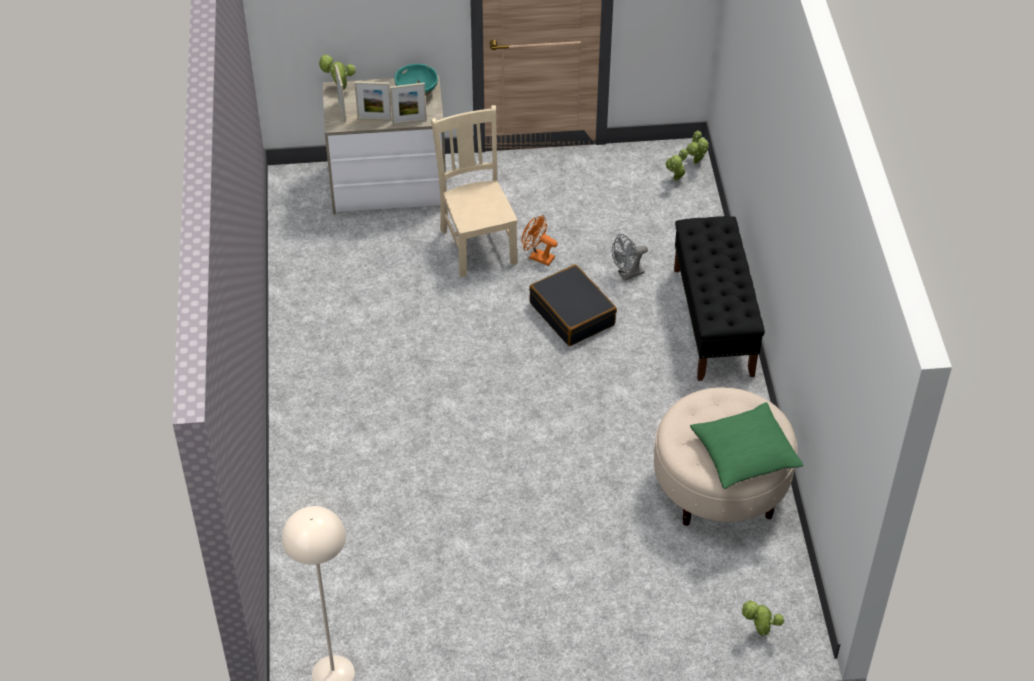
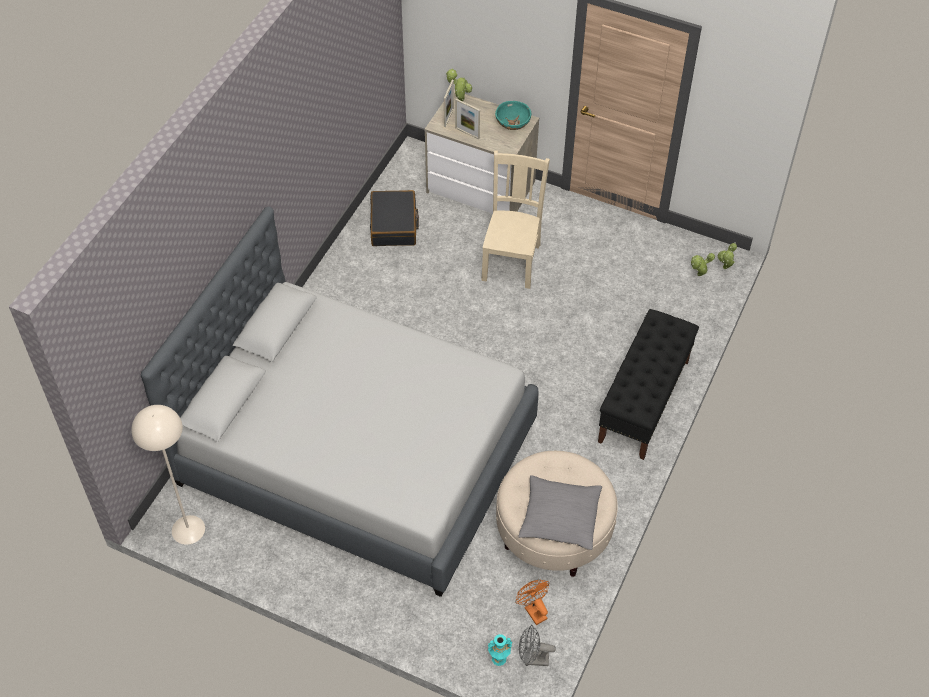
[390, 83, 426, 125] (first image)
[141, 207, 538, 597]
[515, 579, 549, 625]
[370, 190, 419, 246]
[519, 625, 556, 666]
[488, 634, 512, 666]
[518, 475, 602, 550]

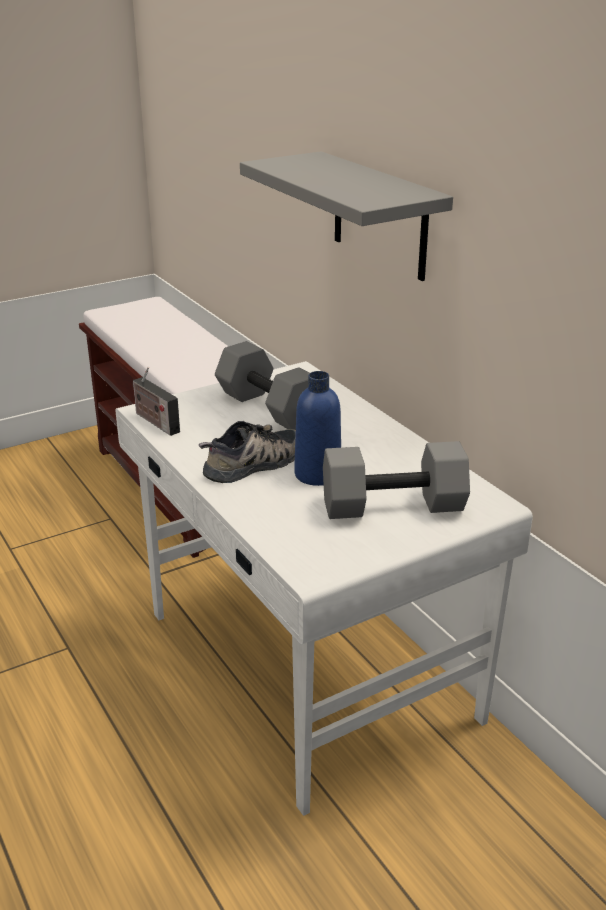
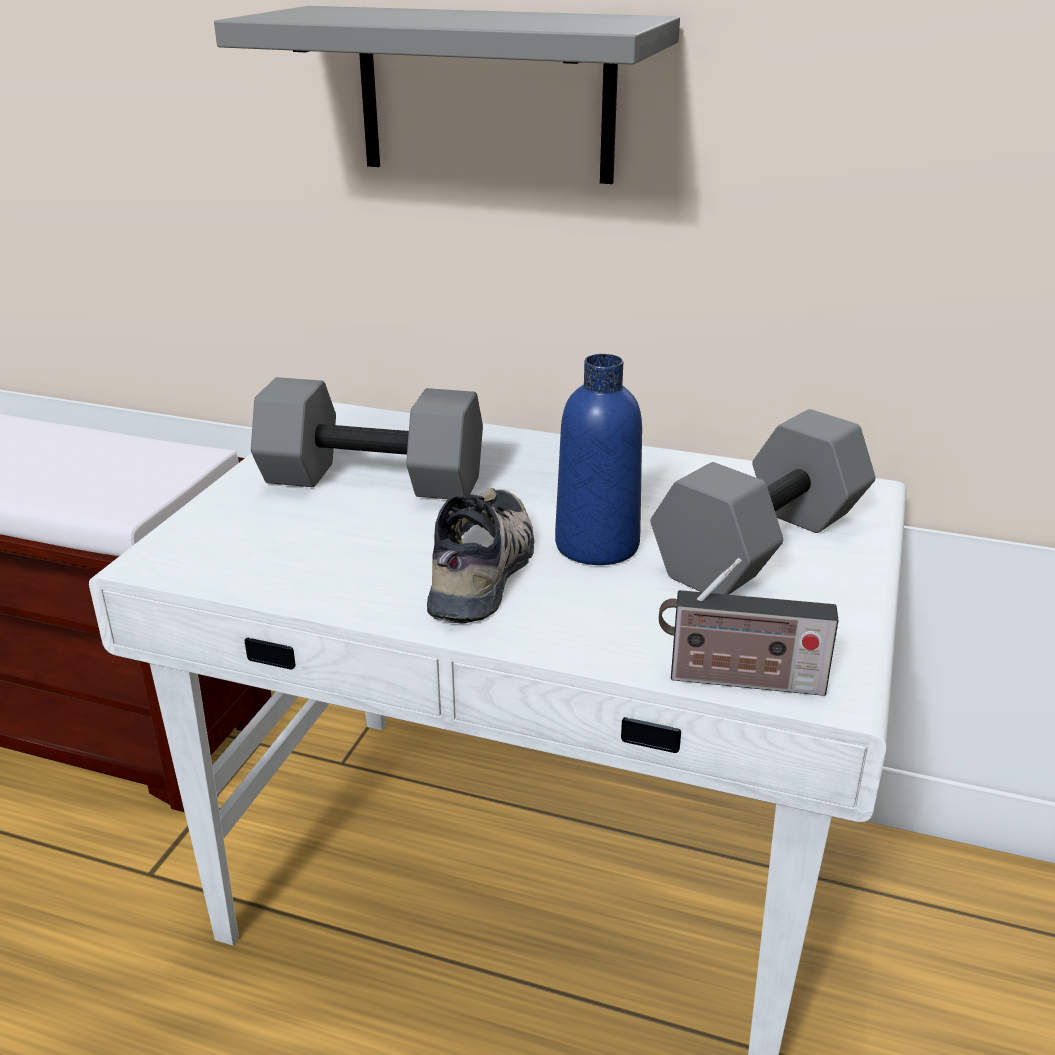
[658, 558, 839, 696]

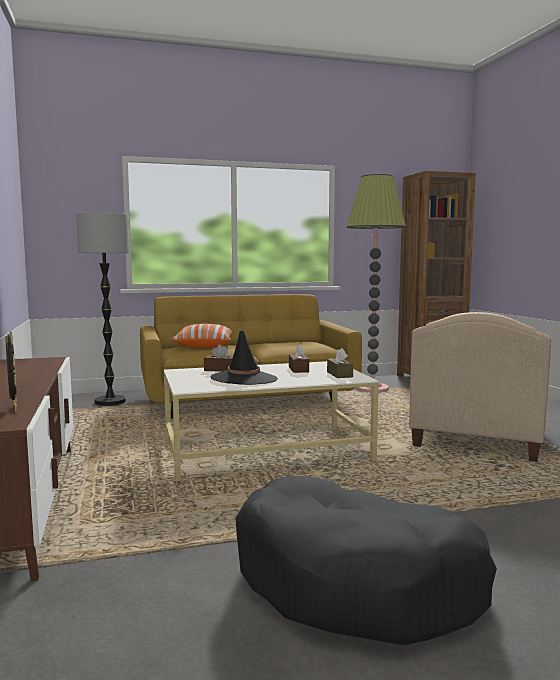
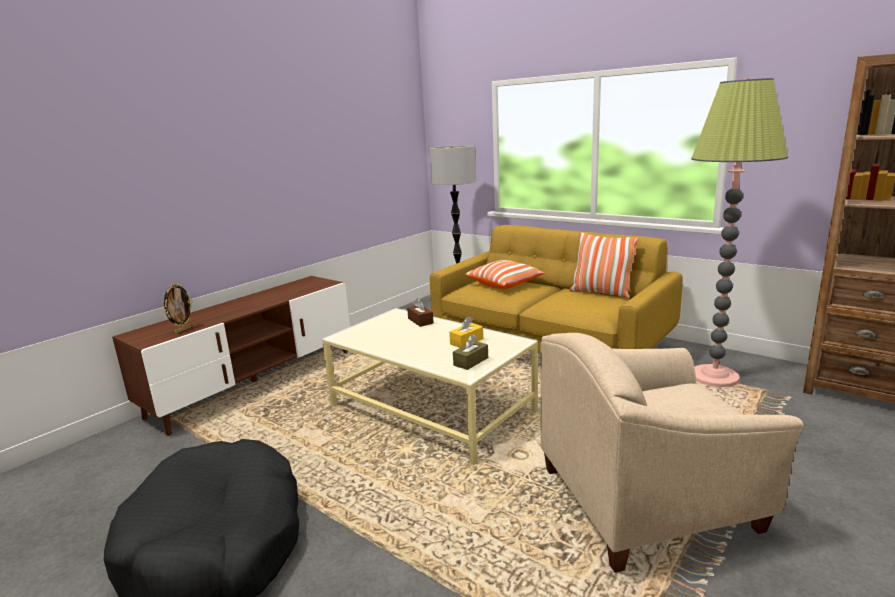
[211, 328, 278, 385] (first image)
[569, 232, 639, 299]
[449, 317, 483, 348]

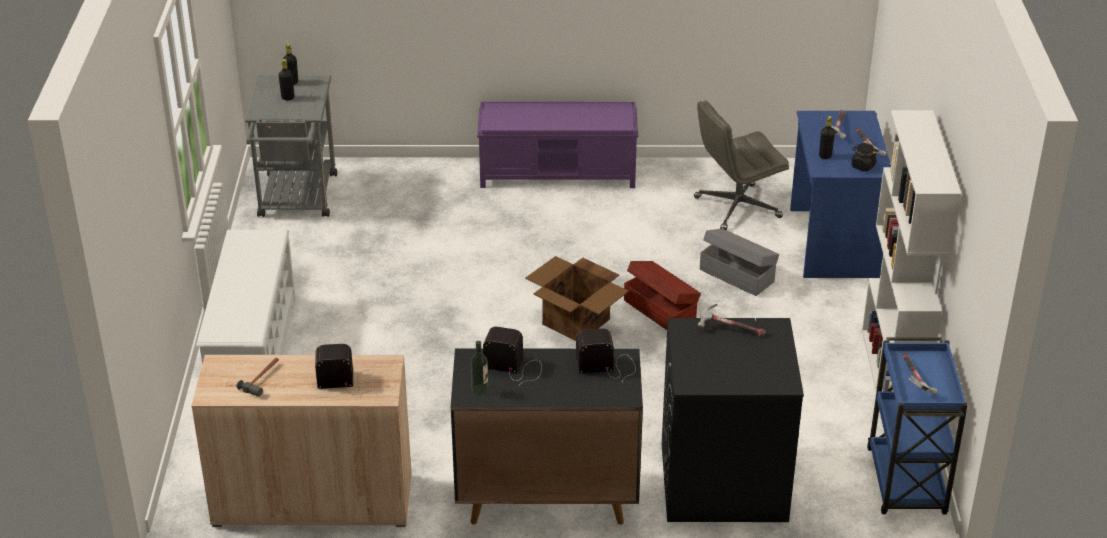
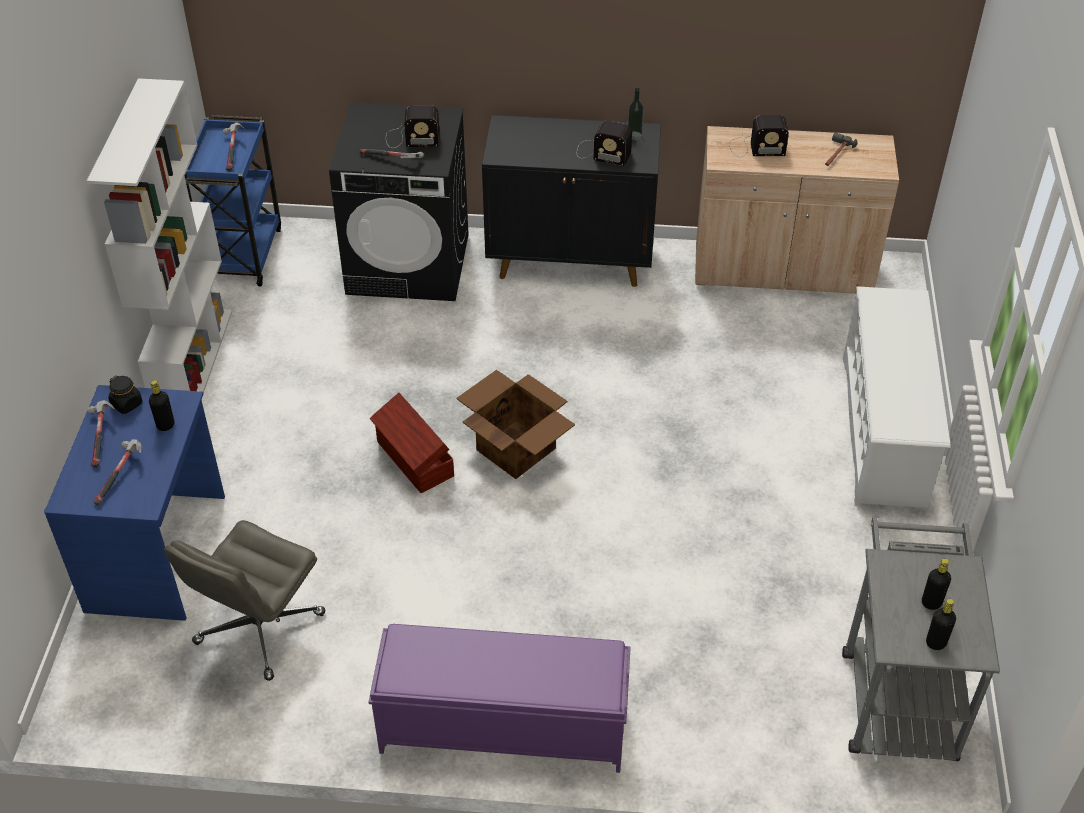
[700, 229, 779, 296] (first image)
[386, 105, 440, 148]
[164, 520, 325, 681]

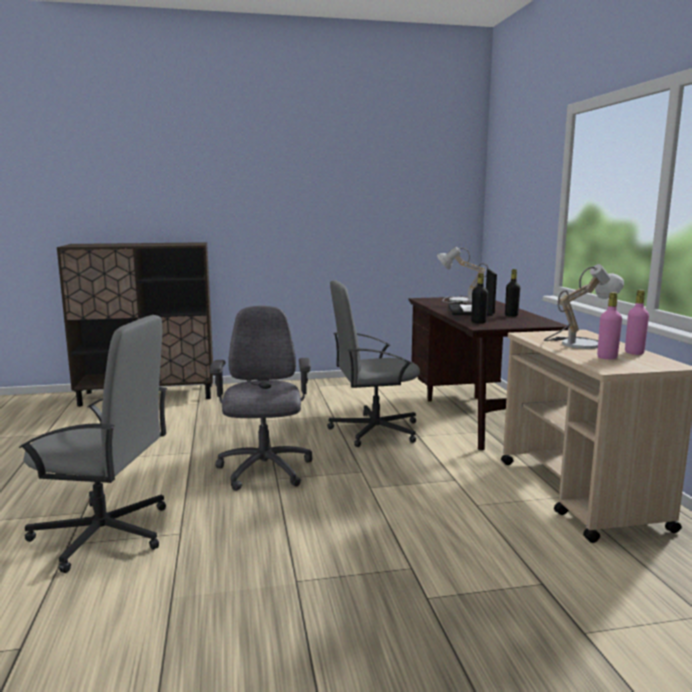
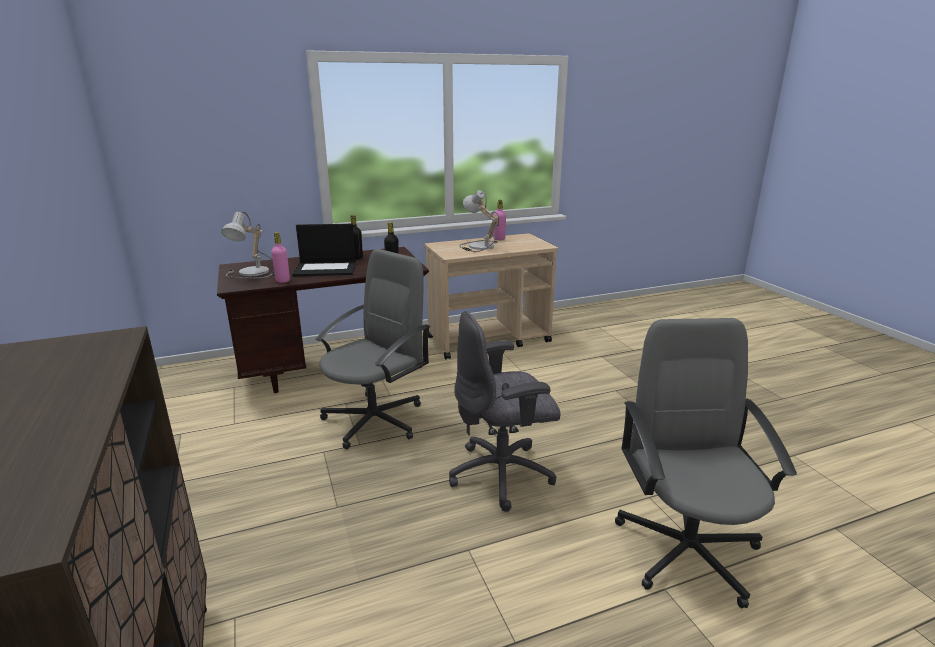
[271, 232, 290, 283]
[316, 249, 430, 449]

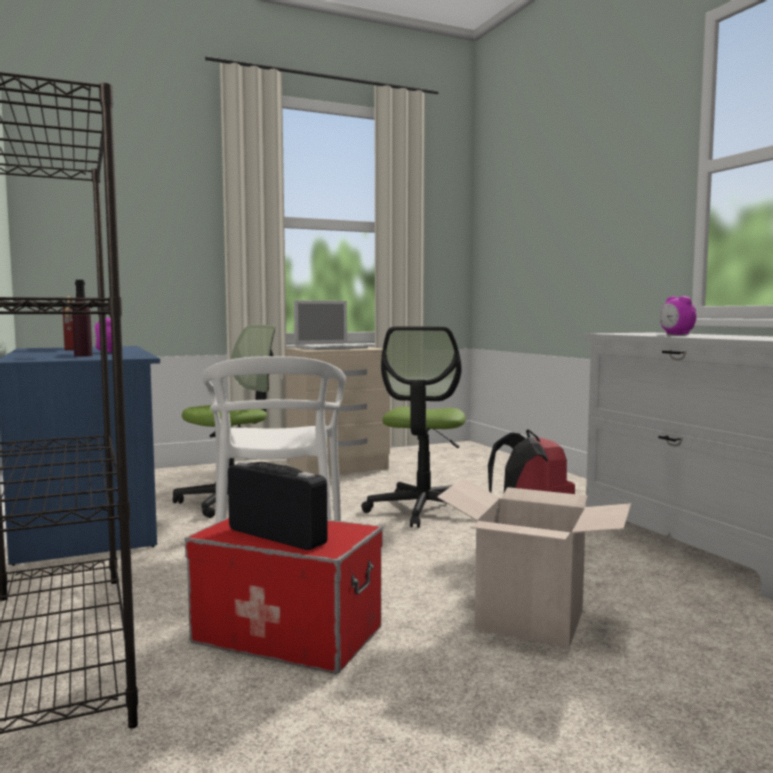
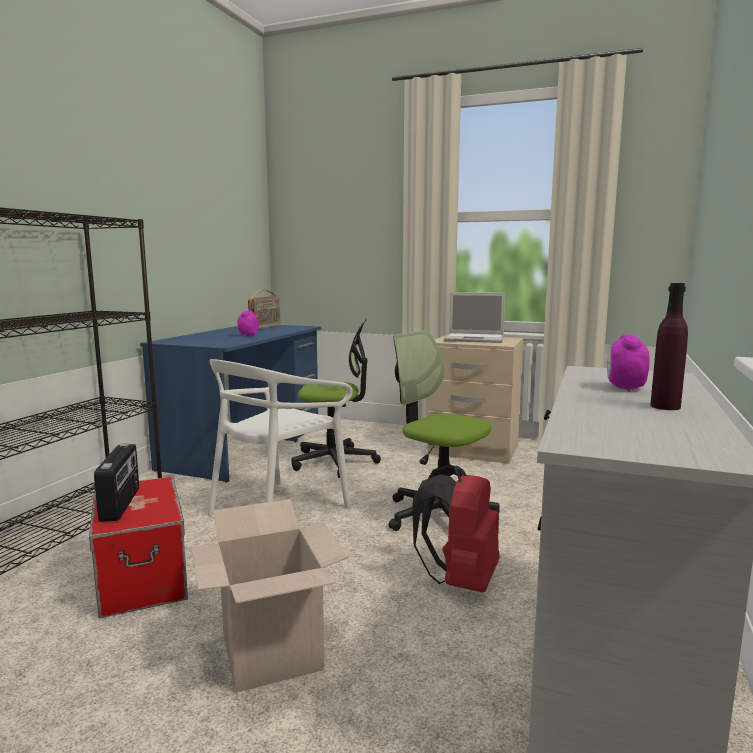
[650, 283, 688, 410]
[388, 331, 500, 531]

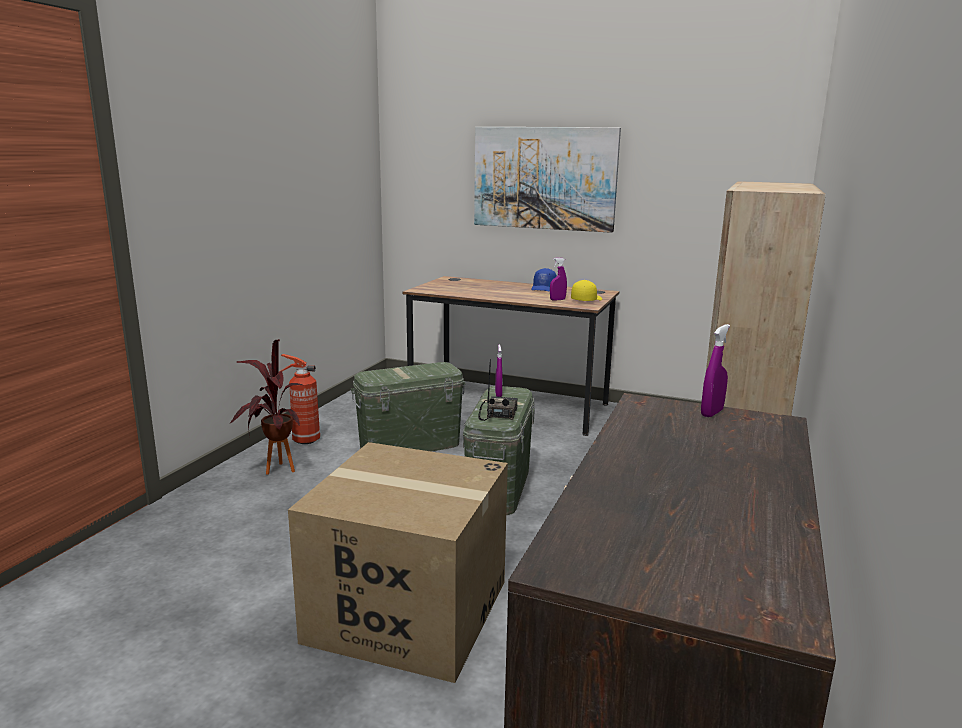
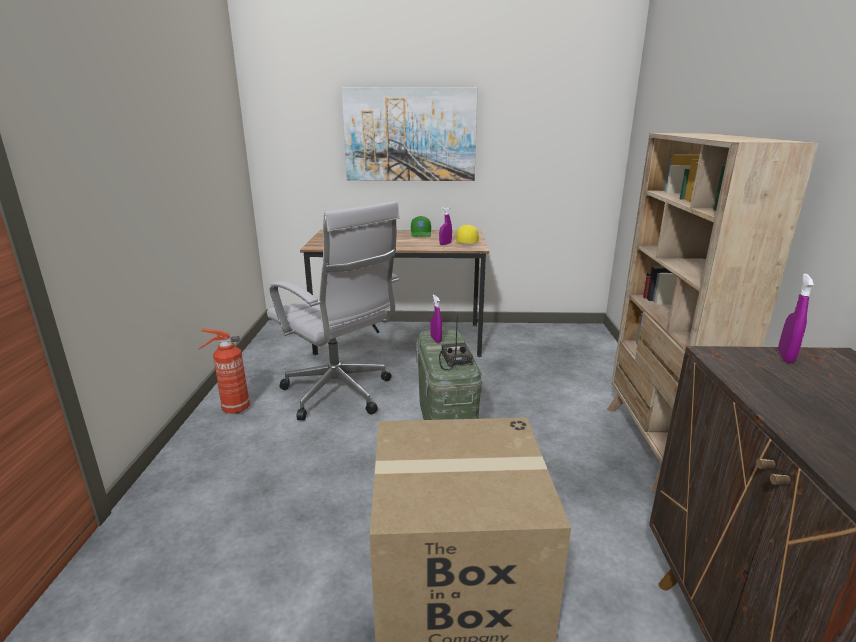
[229, 339, 303, 475] (first image)
[267, 201, 400, 420]
[411, 216, 431, 237]

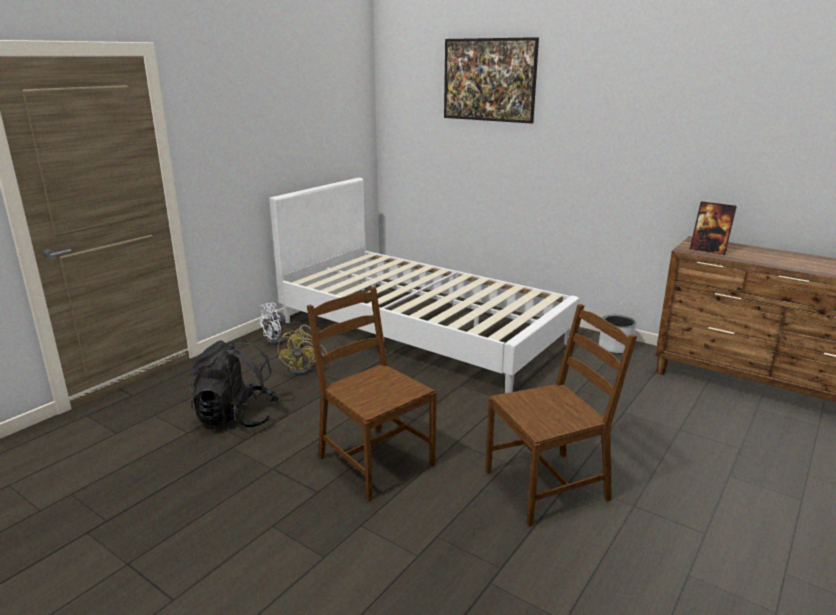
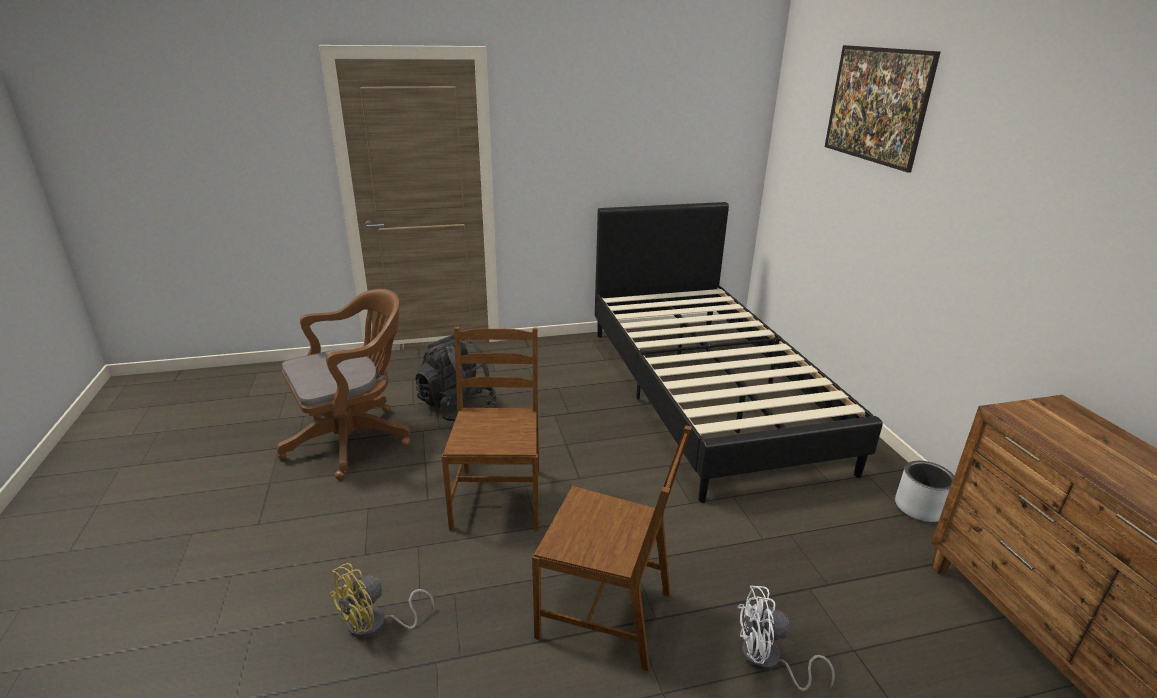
[690, 201, 737, 255] (first image)
[277, 289, 410, 480]
[738, 585, 835, 691]
[329, 563, 435, 639]
[595, 202, 883, 503]

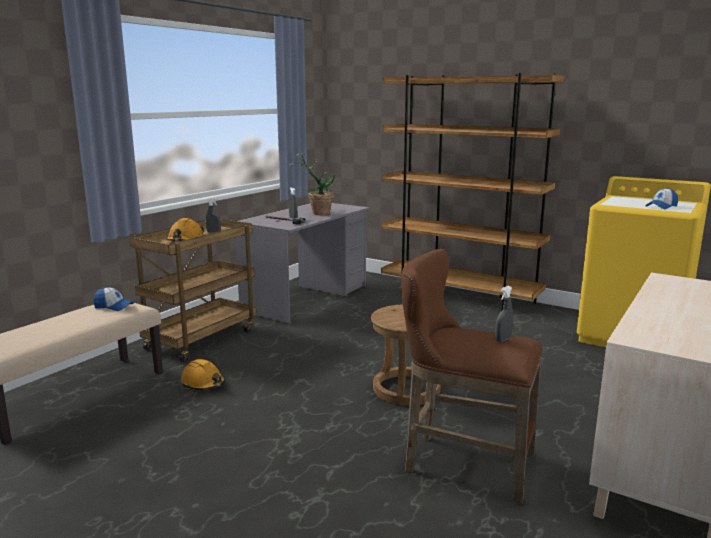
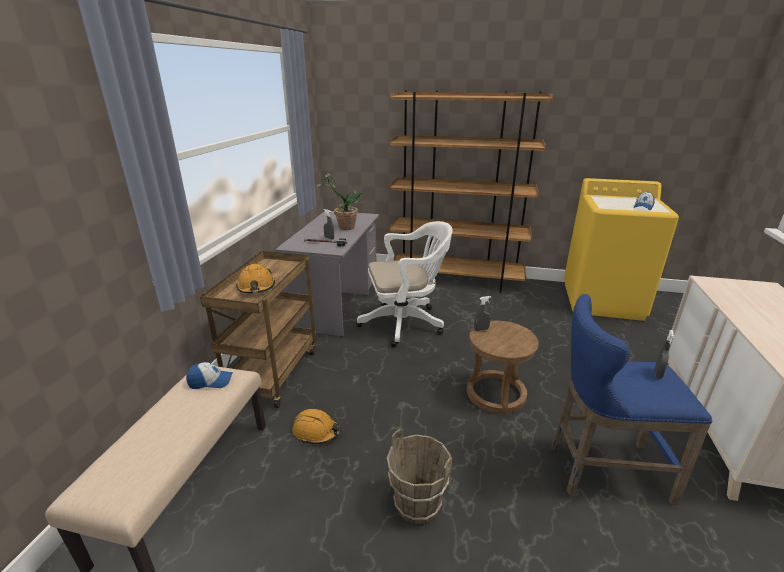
[356, 221, 453, 348]
[387, 428, 452, 524]
[474, 296, 491, 331]
[551, 294, 712, 505]

